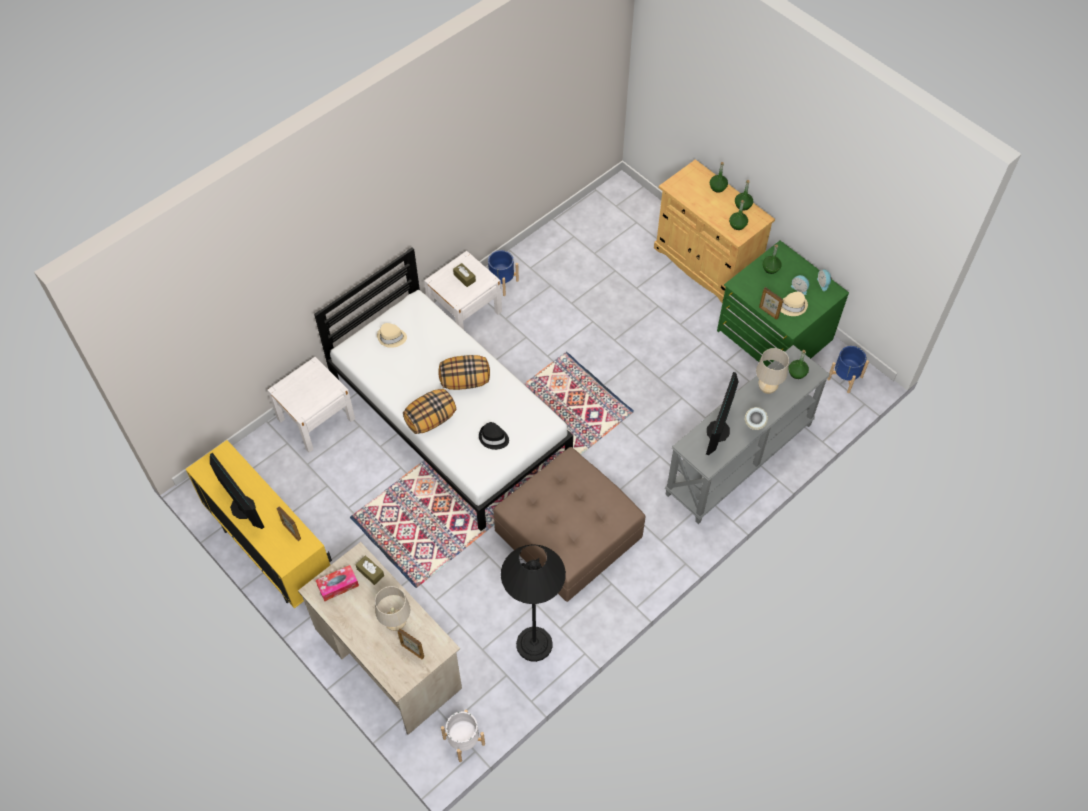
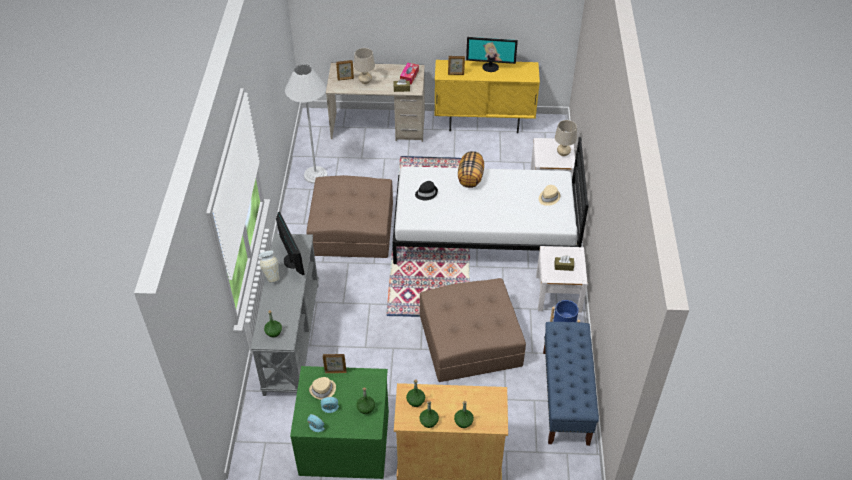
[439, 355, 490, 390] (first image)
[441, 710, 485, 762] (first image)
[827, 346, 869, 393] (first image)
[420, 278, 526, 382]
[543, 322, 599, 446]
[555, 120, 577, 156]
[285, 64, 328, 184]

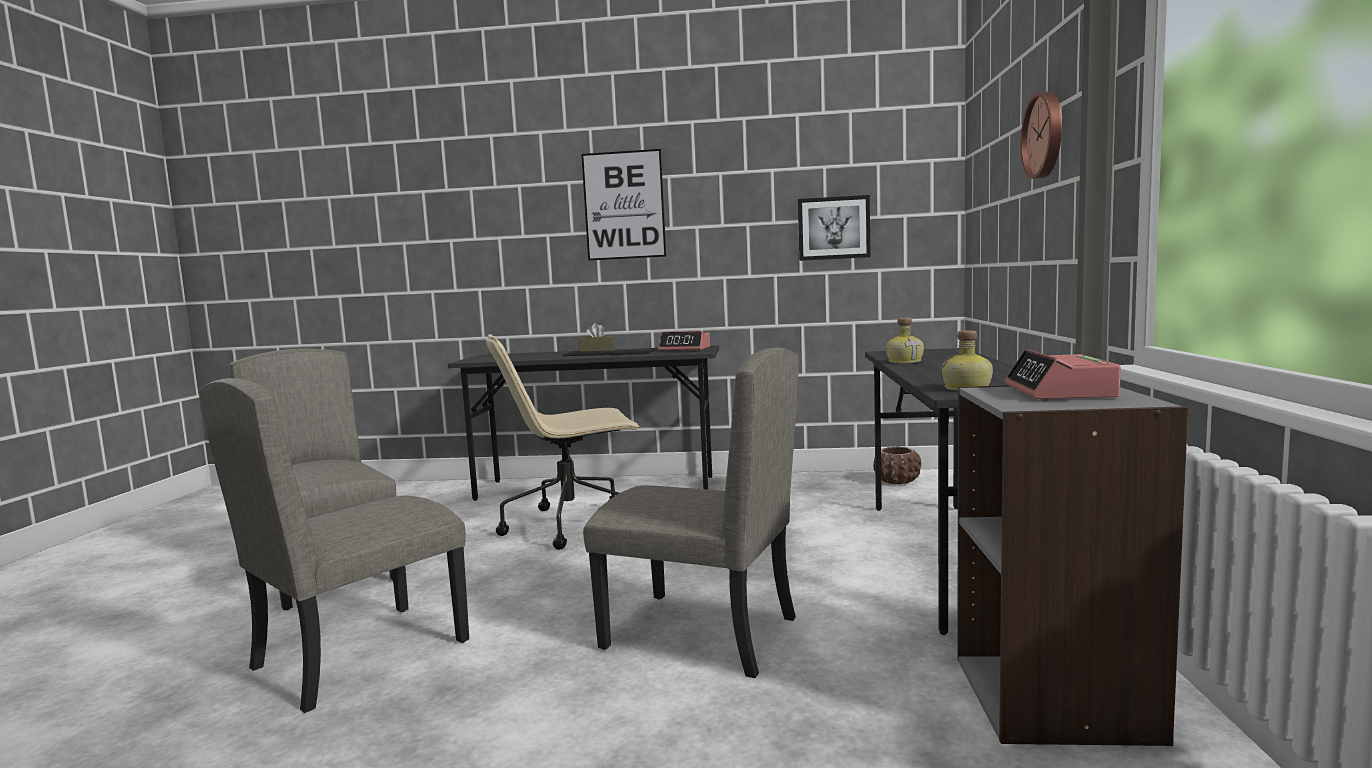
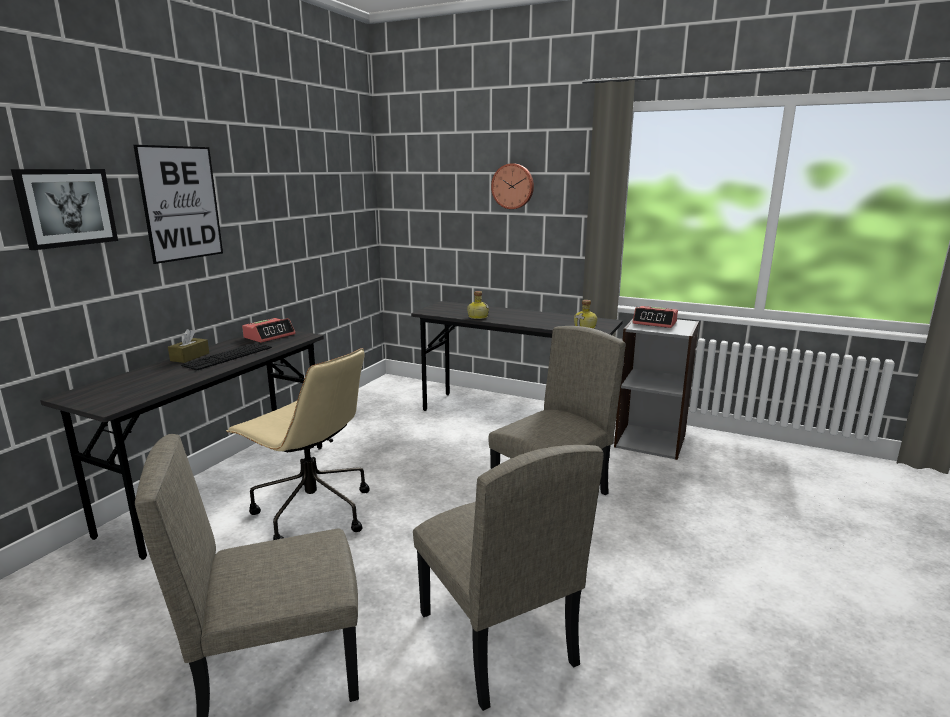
[873, 447, 921, 484] (first image)
[11, 169, 118, 250]
[226, 348, 370, 540]

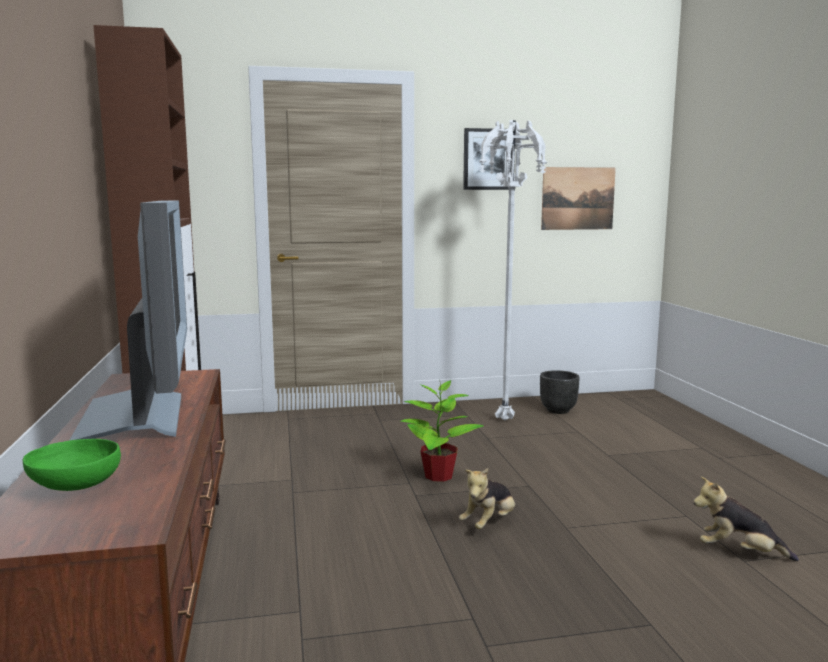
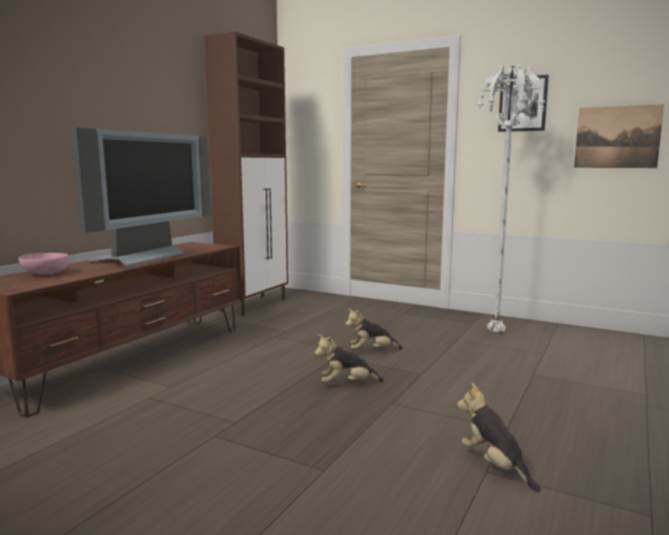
[540, 370, 580, 414] (first image)
[345, 308, 403, 349]
[19, 253, 69, 275]

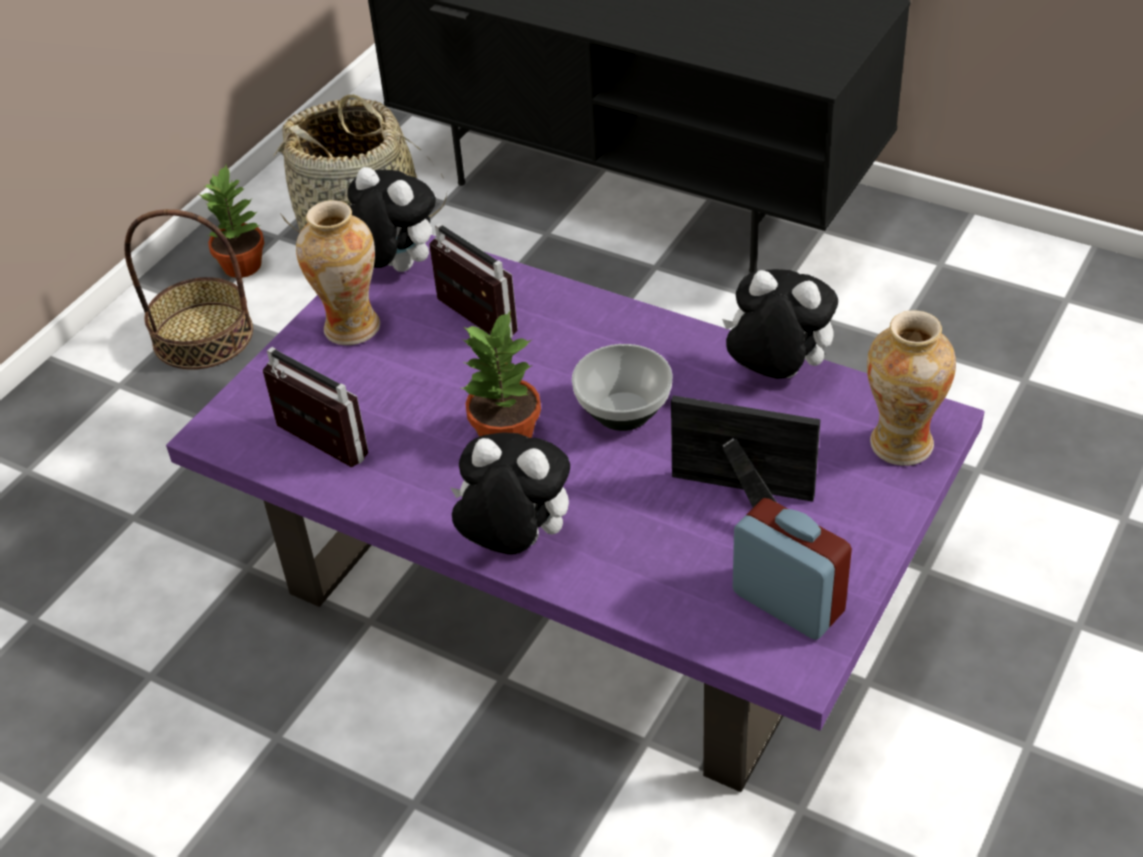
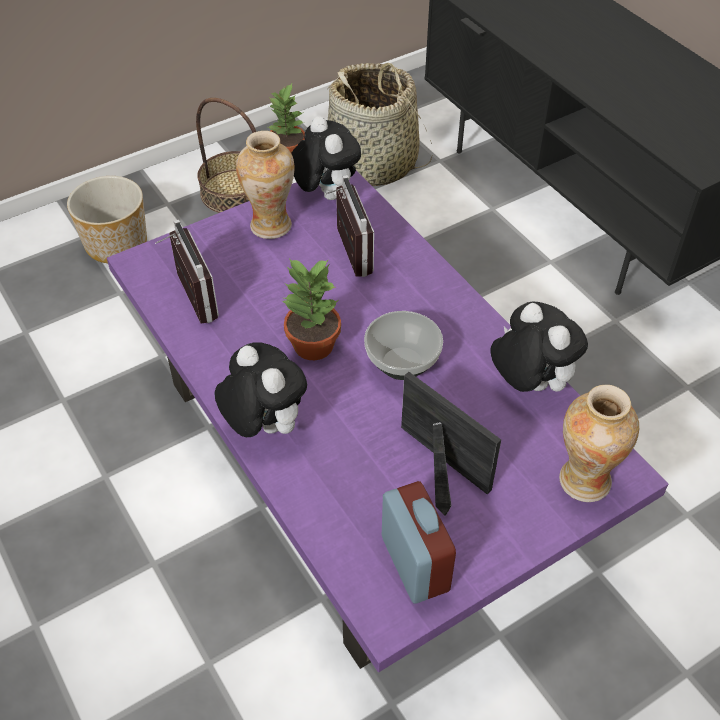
[67, 176, 147, 263]

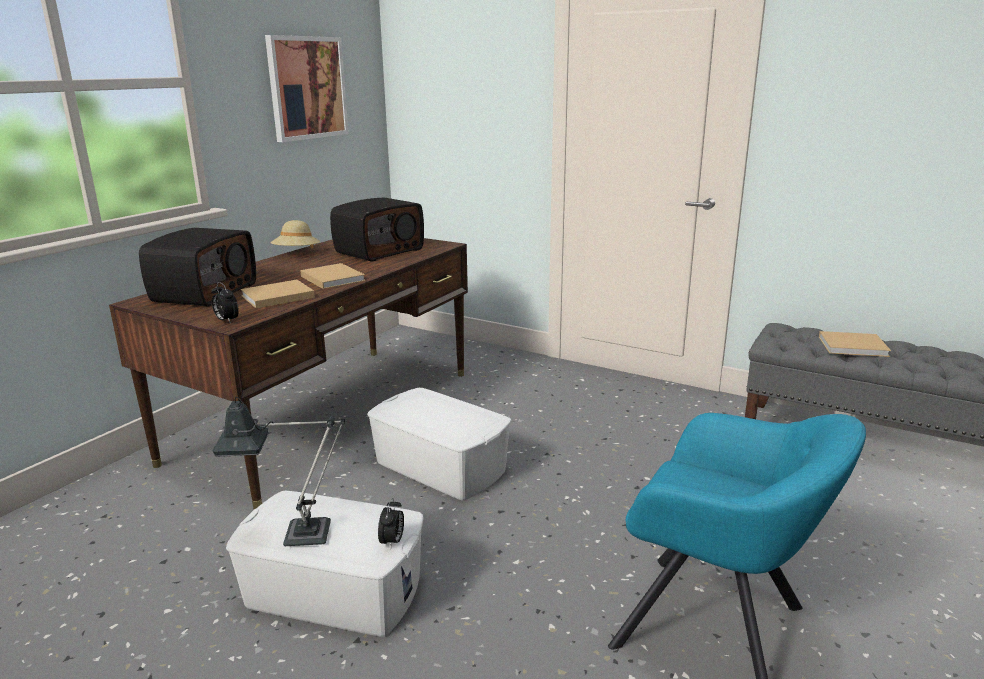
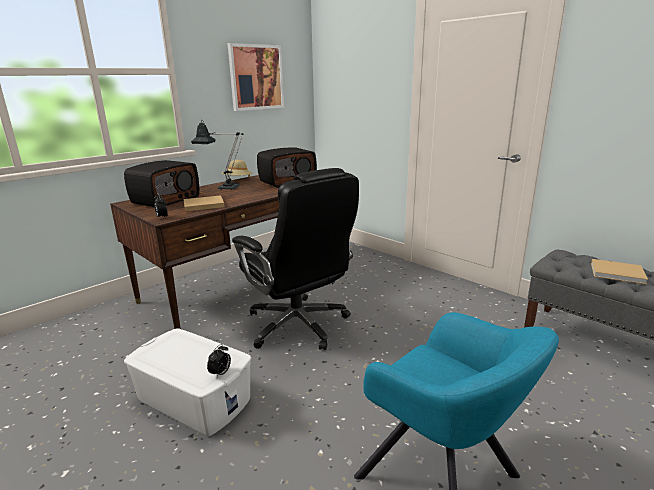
[300, 263, 365, 289] (first image)
[191, 120, 244, 190]
[232, 168, 359, 350]

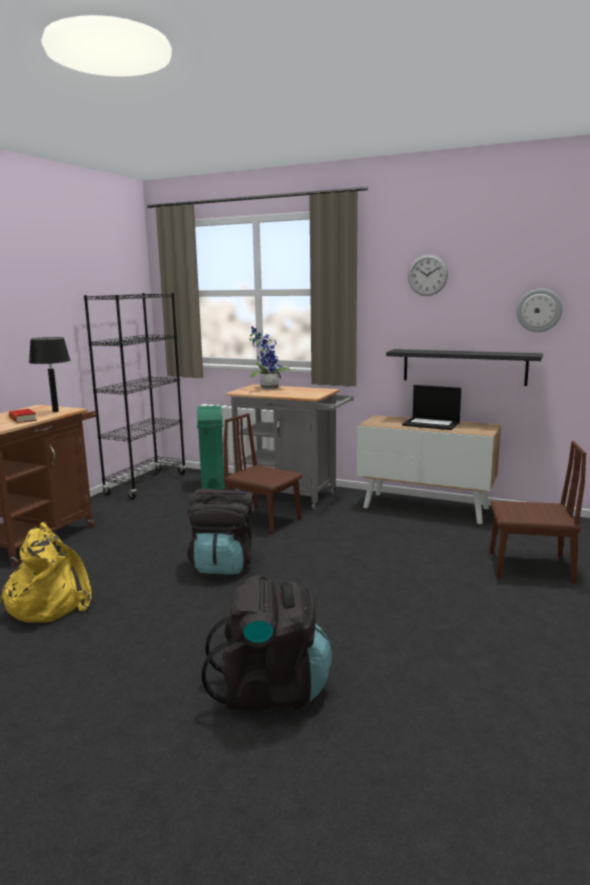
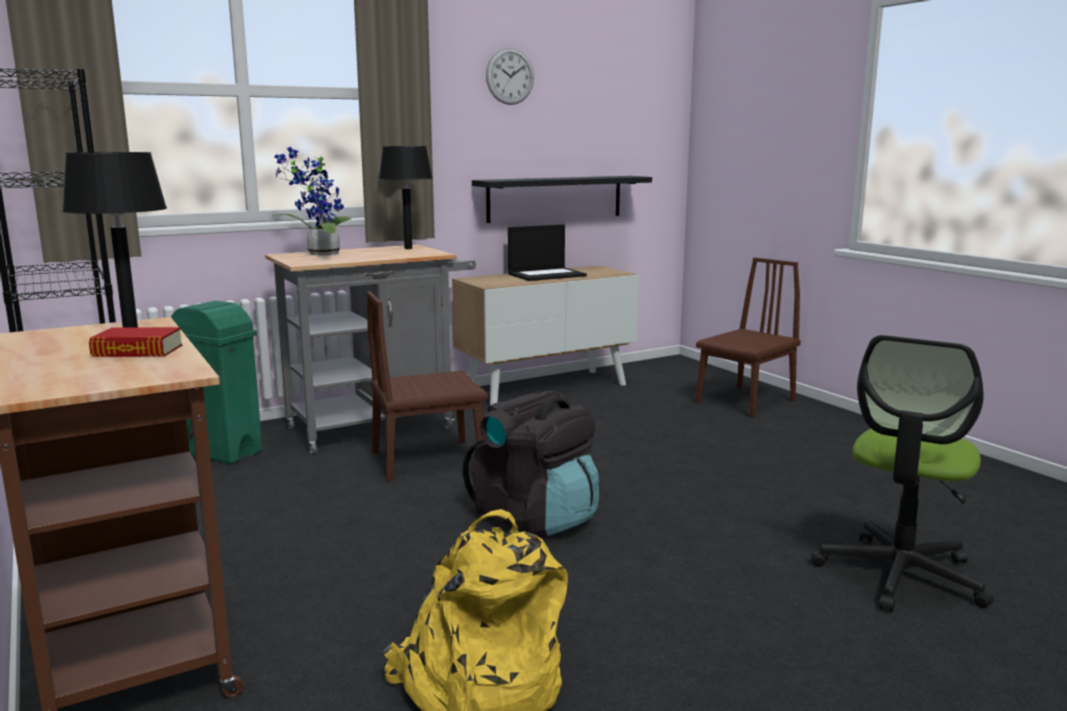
[517, 289, 562, 332] (first image)
[379, 146, 432, 249]
[811, 335, 993, 612]

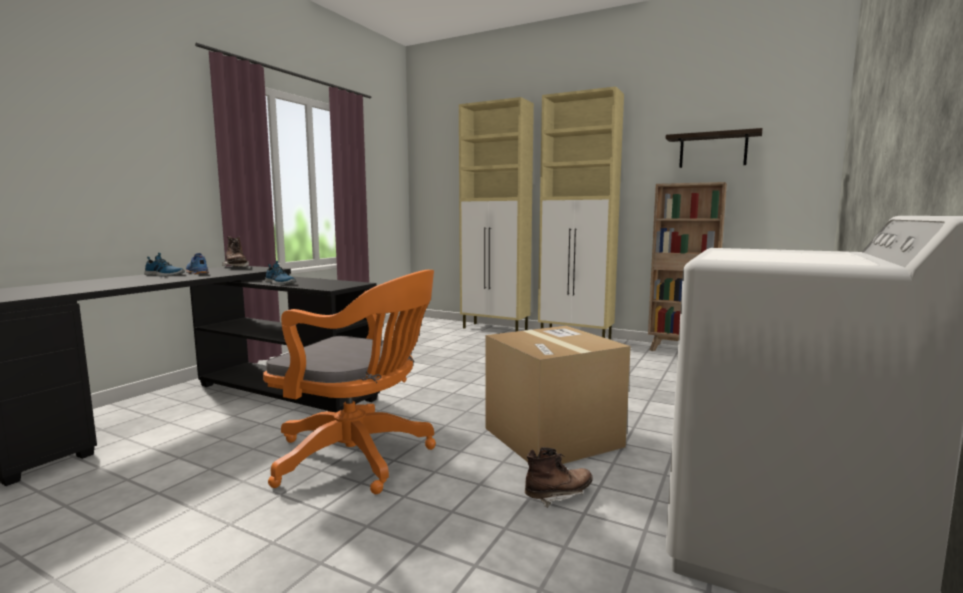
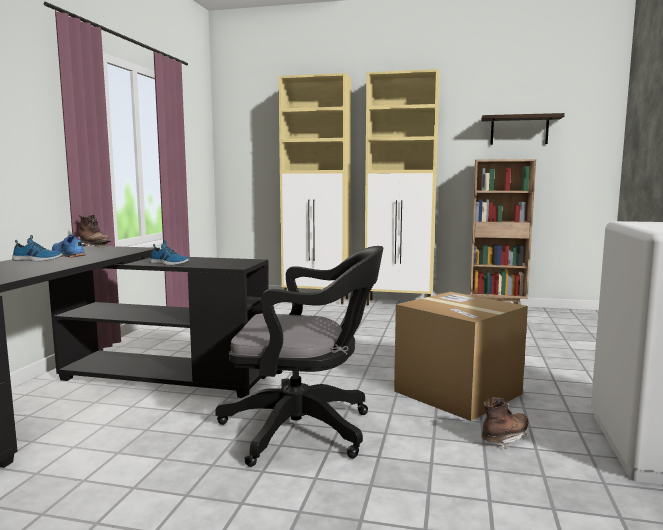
[216, 246, 383, 467]

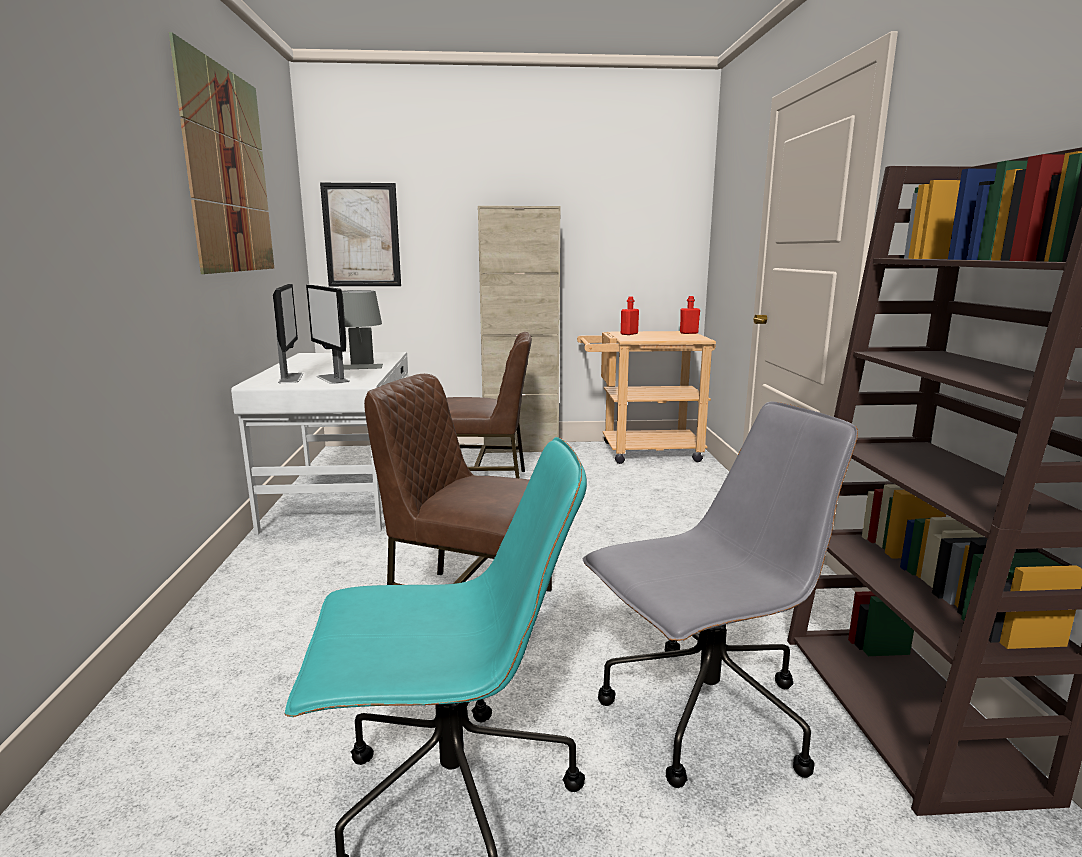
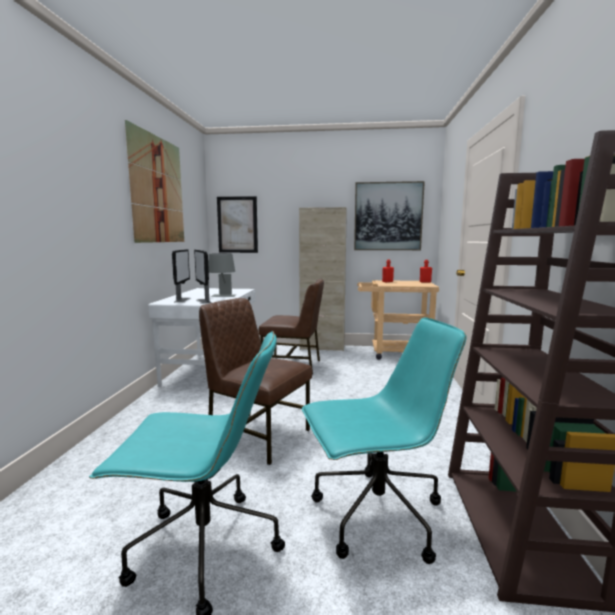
[354, 181, 425, 250]
[302, 317, 466, 564]

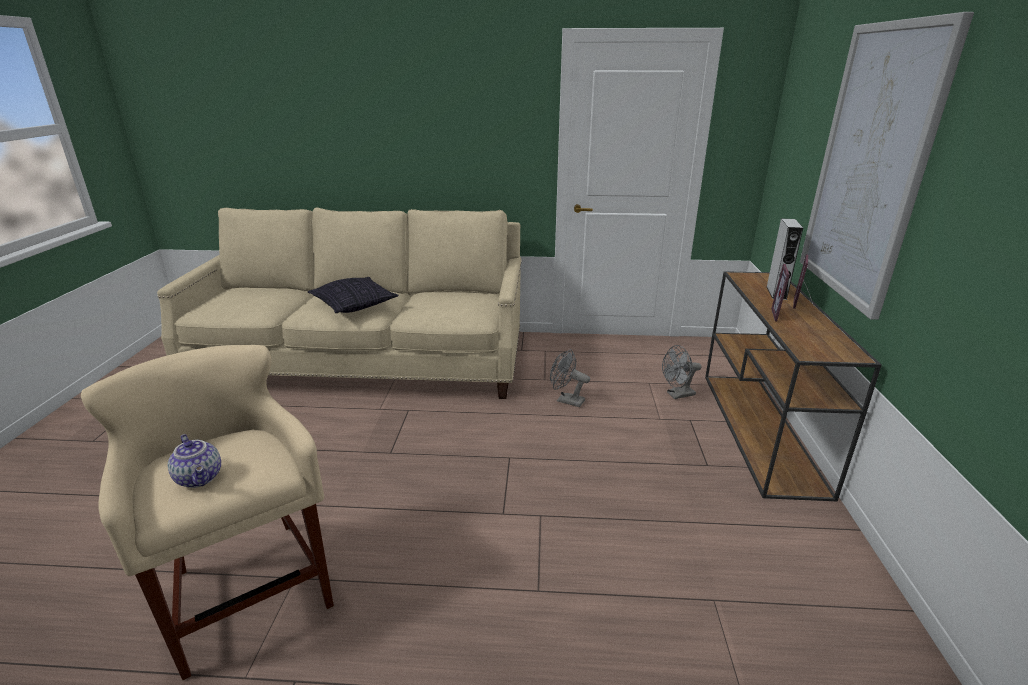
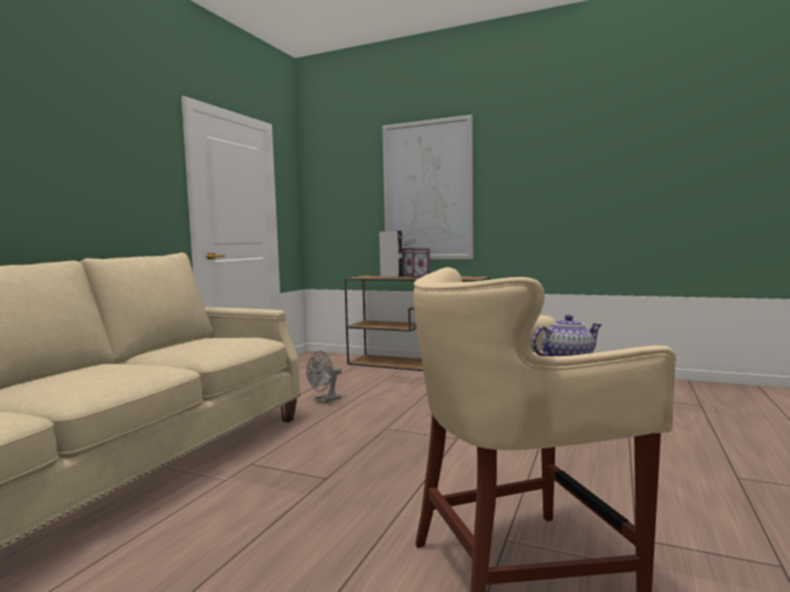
[308, 277, 399, 313] (first image)
[662, 345, 701, 399] (first image)

